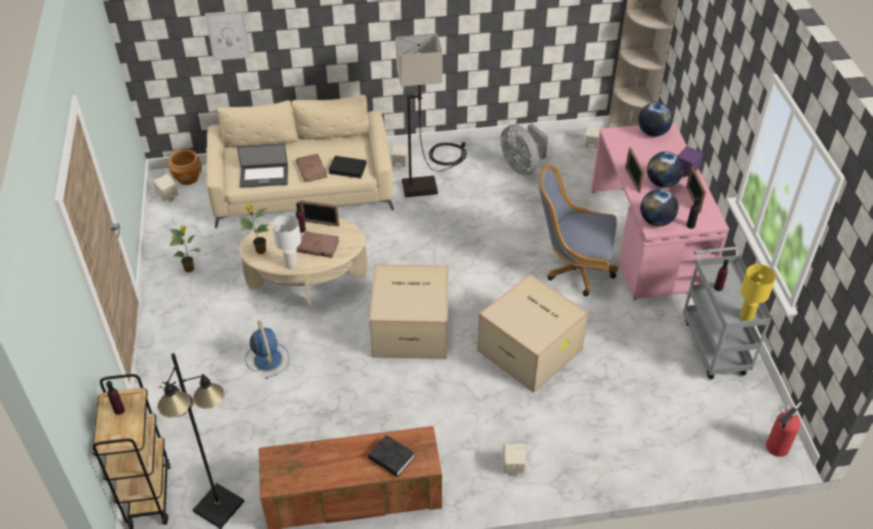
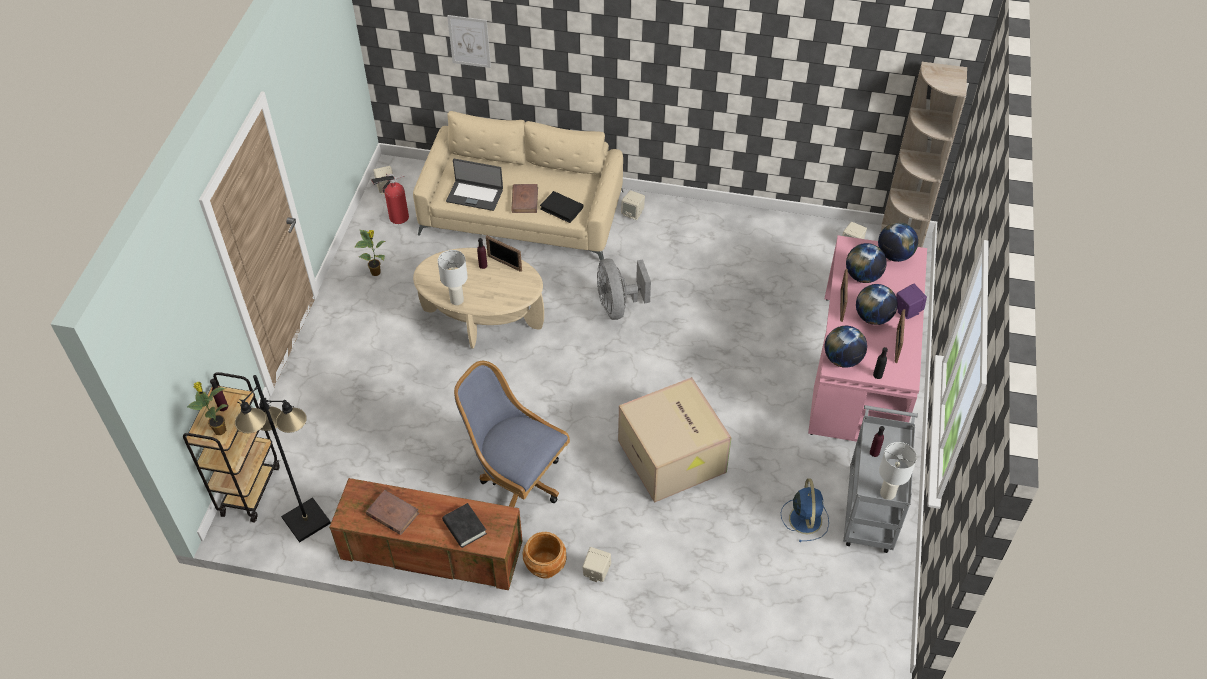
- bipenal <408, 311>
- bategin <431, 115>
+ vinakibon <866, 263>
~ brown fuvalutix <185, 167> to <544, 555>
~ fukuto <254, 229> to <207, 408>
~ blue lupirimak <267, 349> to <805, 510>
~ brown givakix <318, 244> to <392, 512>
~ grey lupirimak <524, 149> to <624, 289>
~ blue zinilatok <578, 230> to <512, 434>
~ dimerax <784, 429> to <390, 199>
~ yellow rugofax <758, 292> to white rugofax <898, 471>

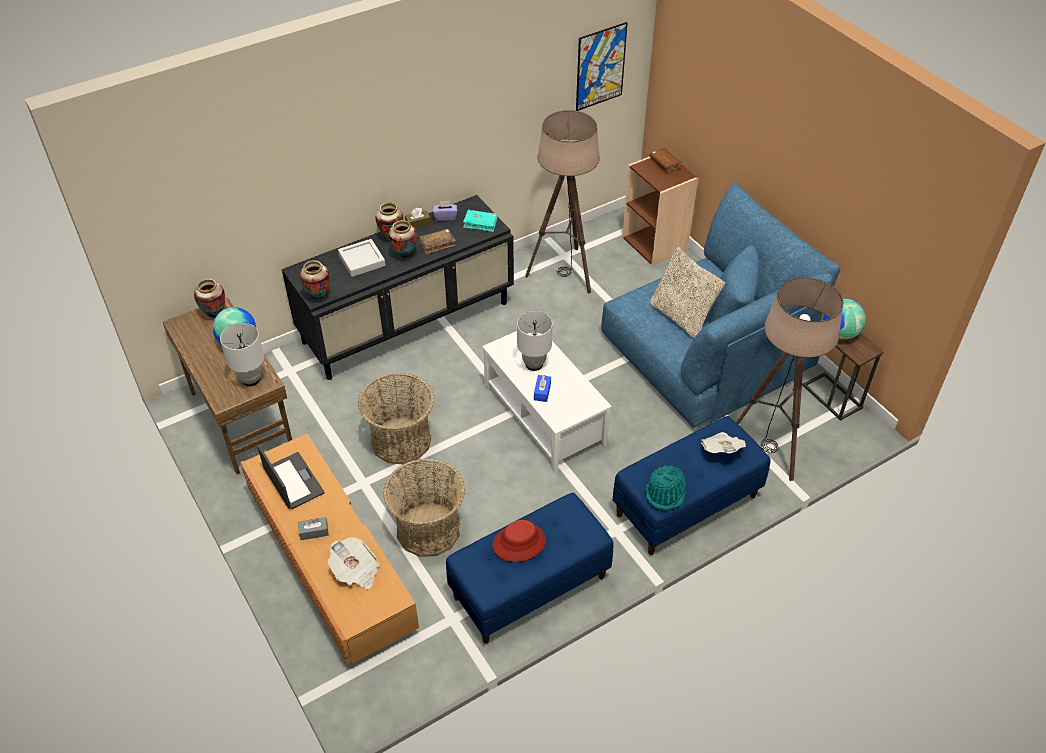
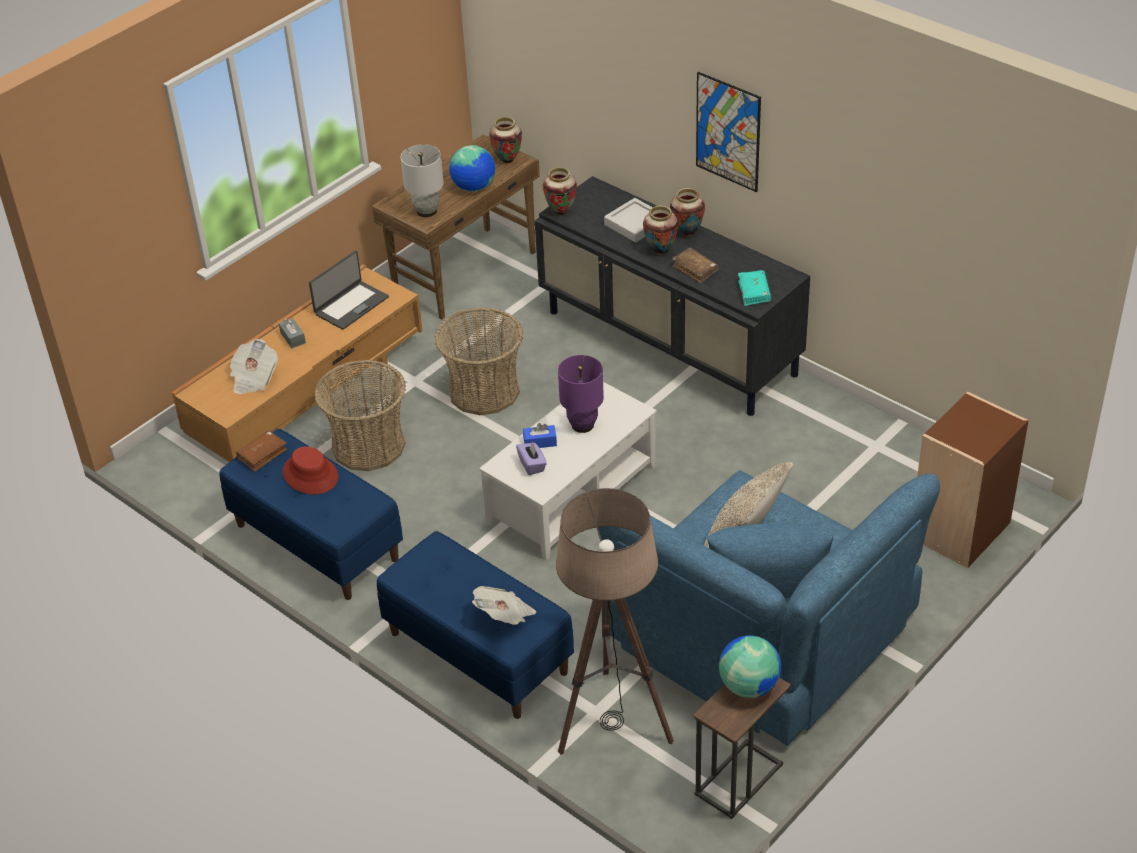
- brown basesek <418, 218>
- bategin <562, 202>
- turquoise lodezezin <666, 488>
~ purple basesek <445, 211> to <531, 458>
~ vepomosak <601, 66> to <728, 132>
~ brown givakix <665, 160> to <261, 451>
~ white rugofax <534, 341> to purple rugofax <581, 394>

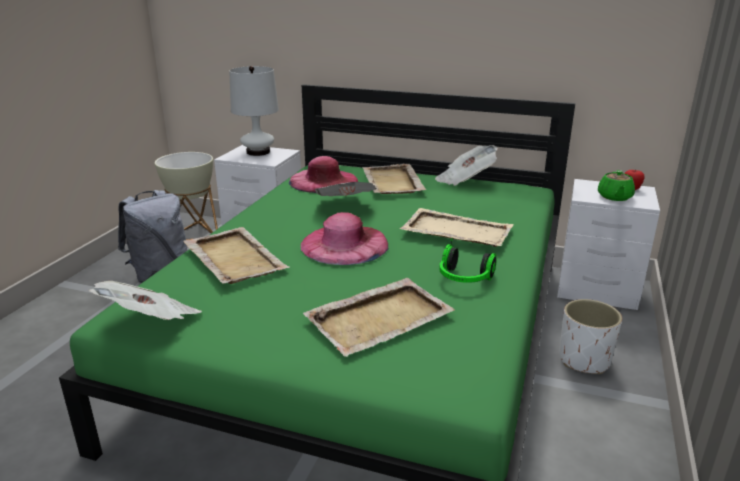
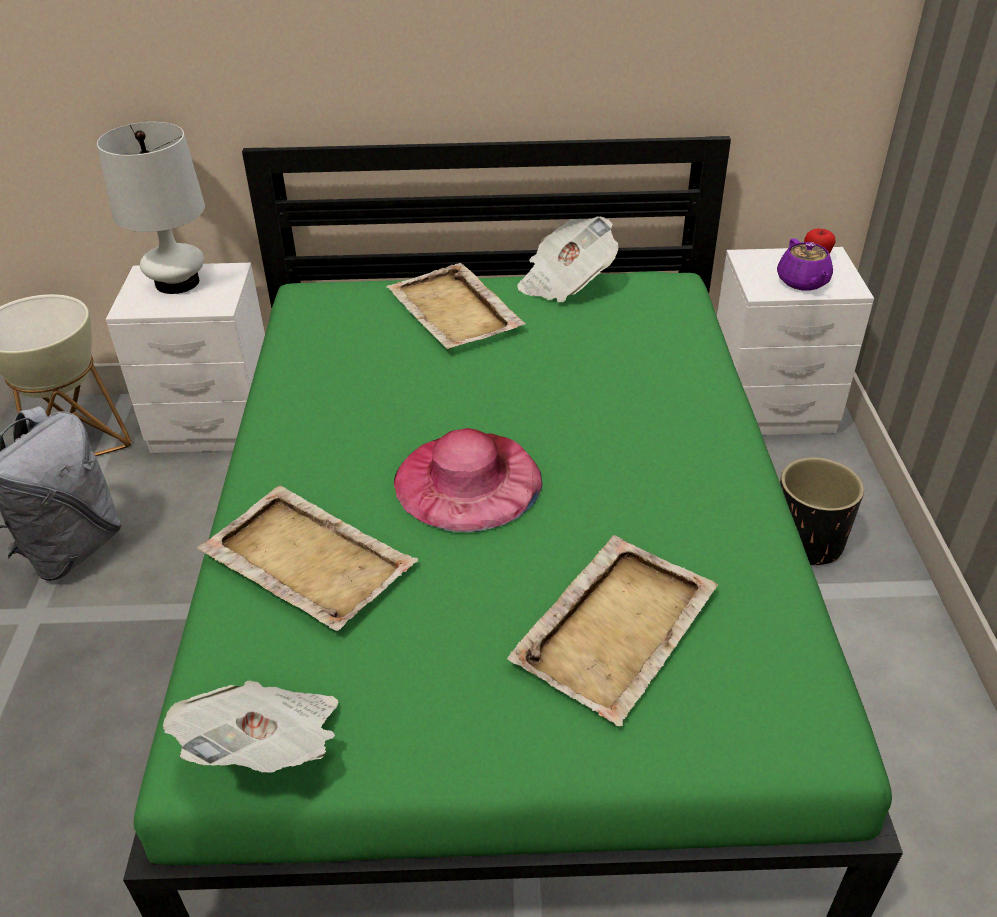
- pink lodezezin <323, 174>
- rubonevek <346, 189>
- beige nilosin <457, 227>
- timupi <468, 260>
~ white fuvalutix <590, 336> to black fuvalutix <822, 511>
~ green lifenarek <616, 185> to purple lifenarek <805, 264>

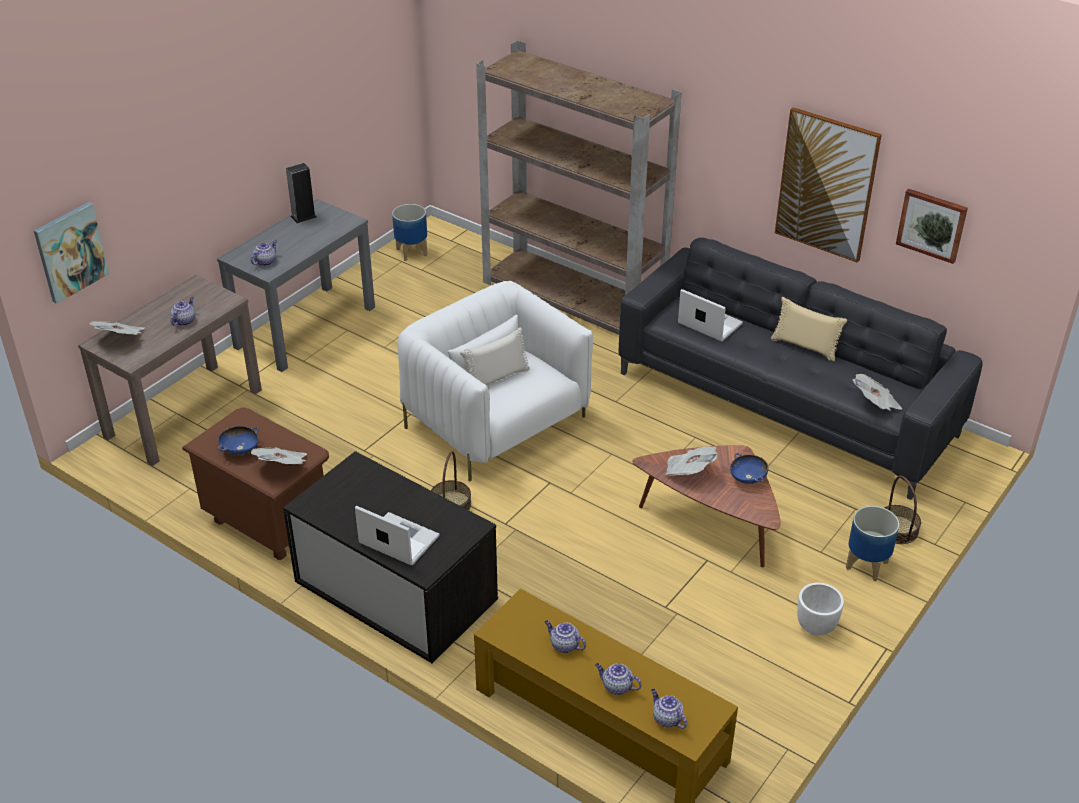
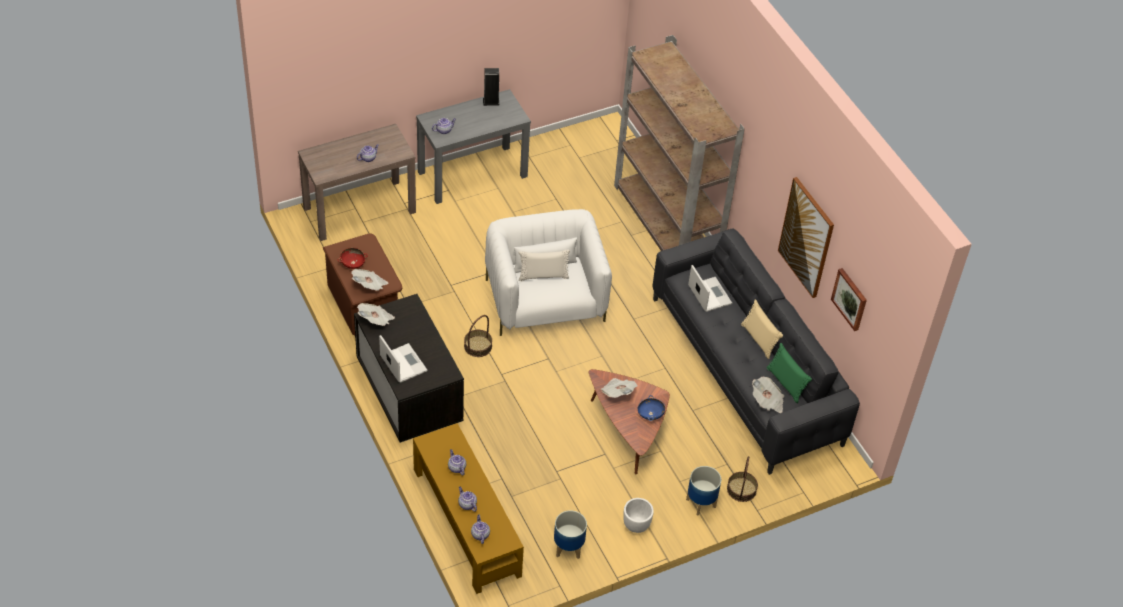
- vepomosak <71, 253>
+ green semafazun <789, 373>
~ rubonevek <117, 328> to <376, 314>
~ fuvalutix <409, 232> to <570, 534>
~ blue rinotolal <238, 440> to red rinotolal <352, 258>

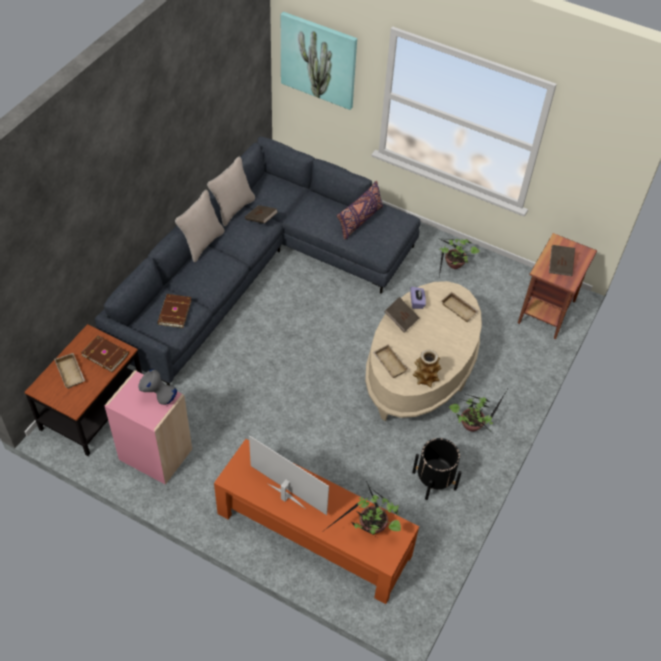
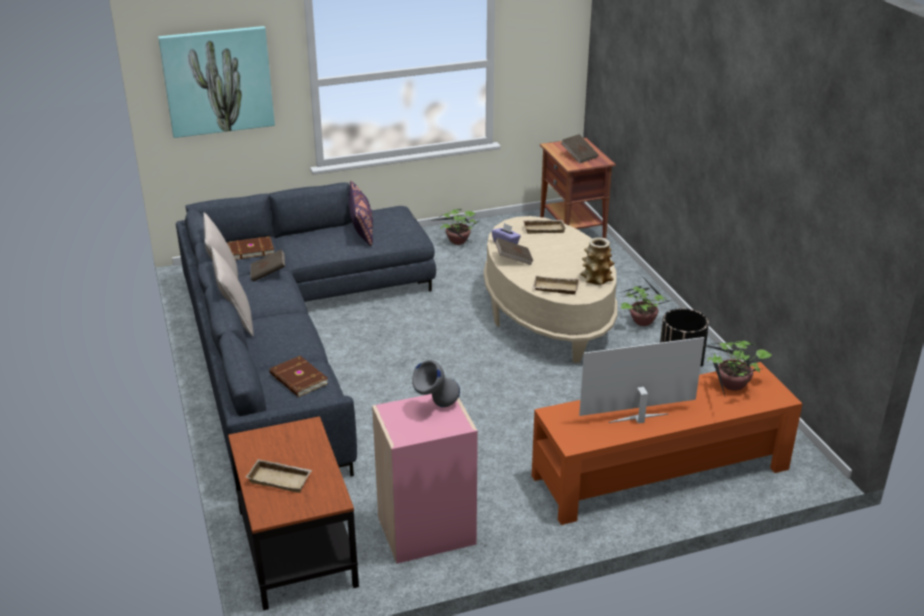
~ brown givakix <105, 353> to <250, 248>

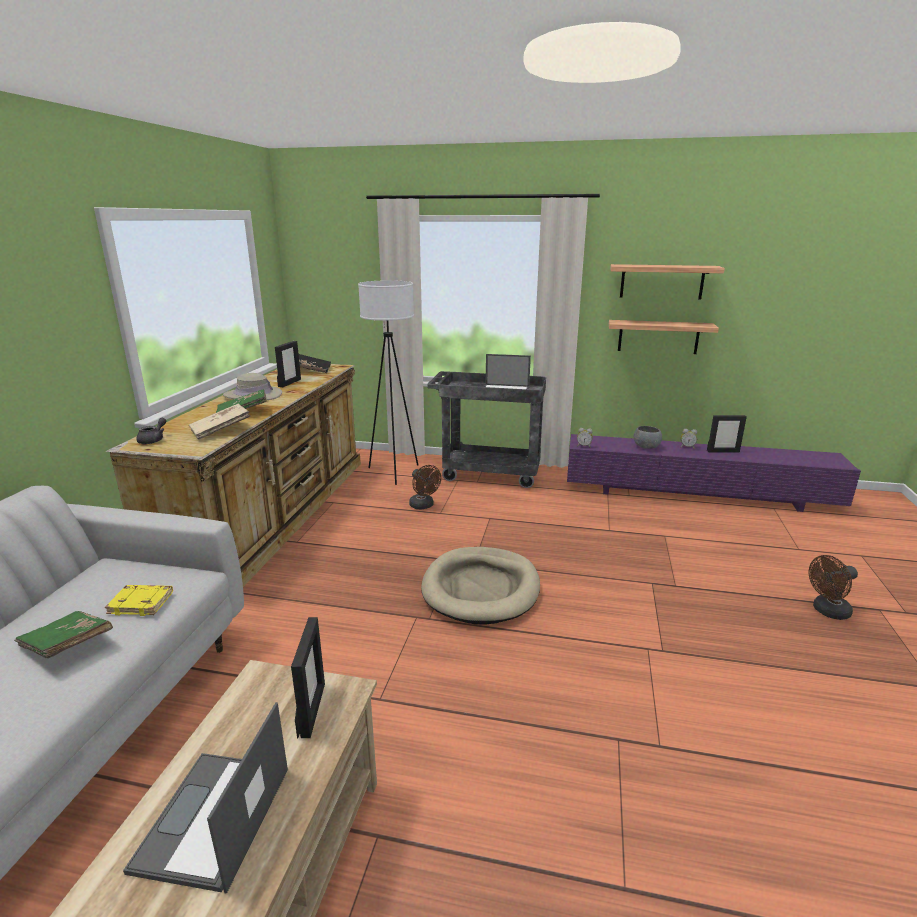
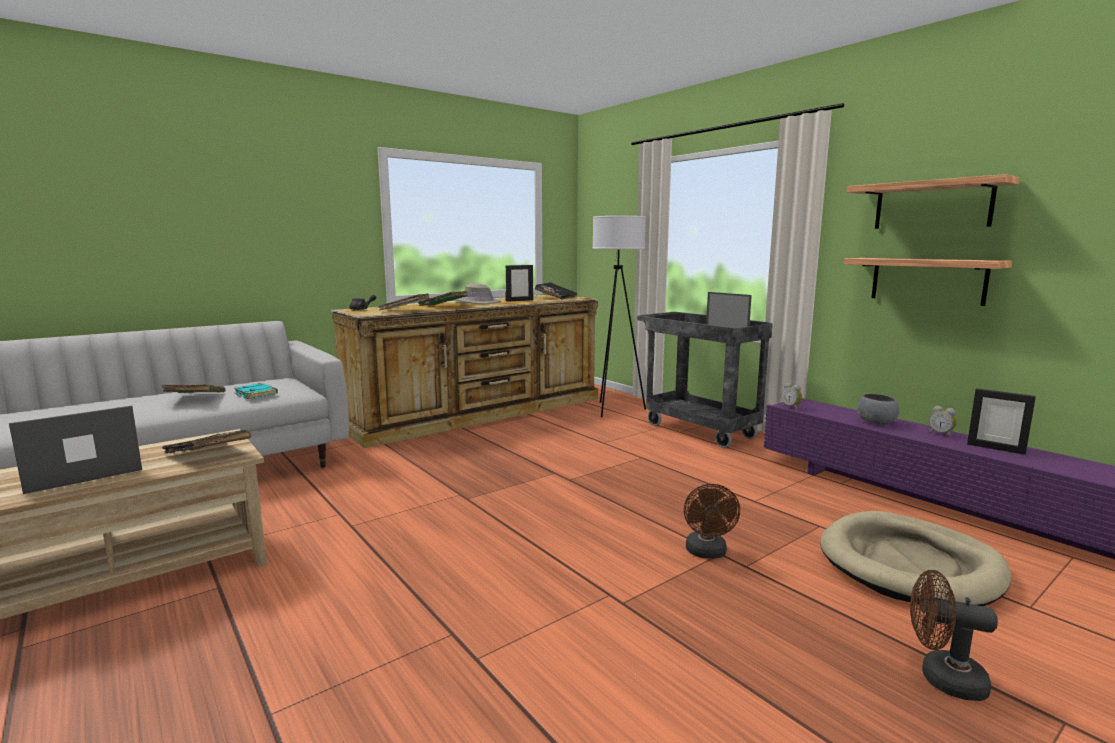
~ brown lupirimak <425, 487> to <712, 521>
~ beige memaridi <480, 586> to <915, 558>
~ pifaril <308, 677> to black givakix <206, 441>
~ yellow givakix <139, 600> to turquoise givakix <256, 391>

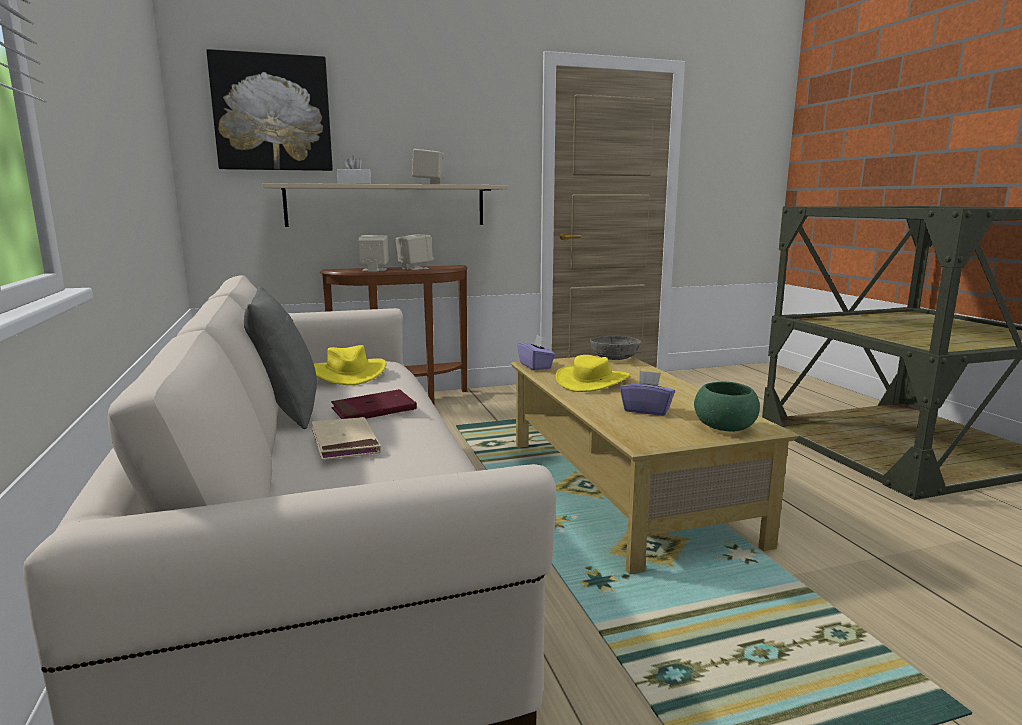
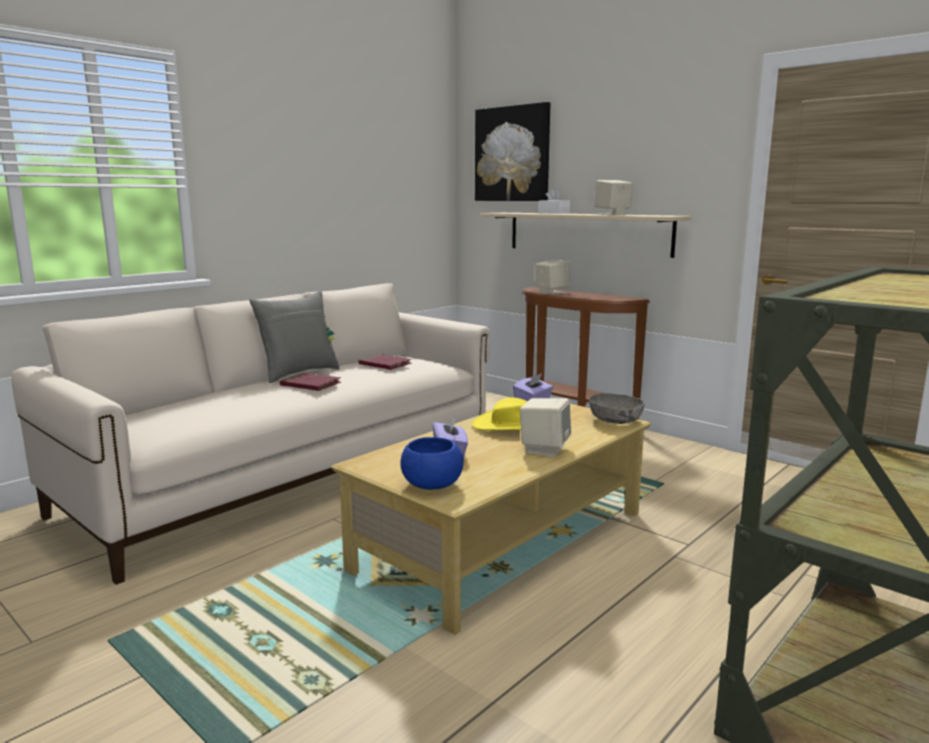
- beige givakix <346, 438>
~ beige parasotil <414, 252> to <545, 427>
~ yellow lodezezin <350, 365> to red givakix <385, 362>
~ green rinotolal <727, 407> to blue rinotolal <431, 463>

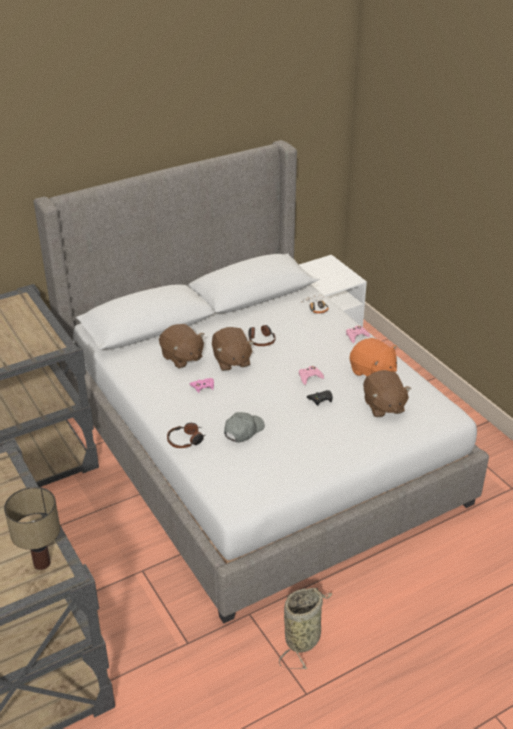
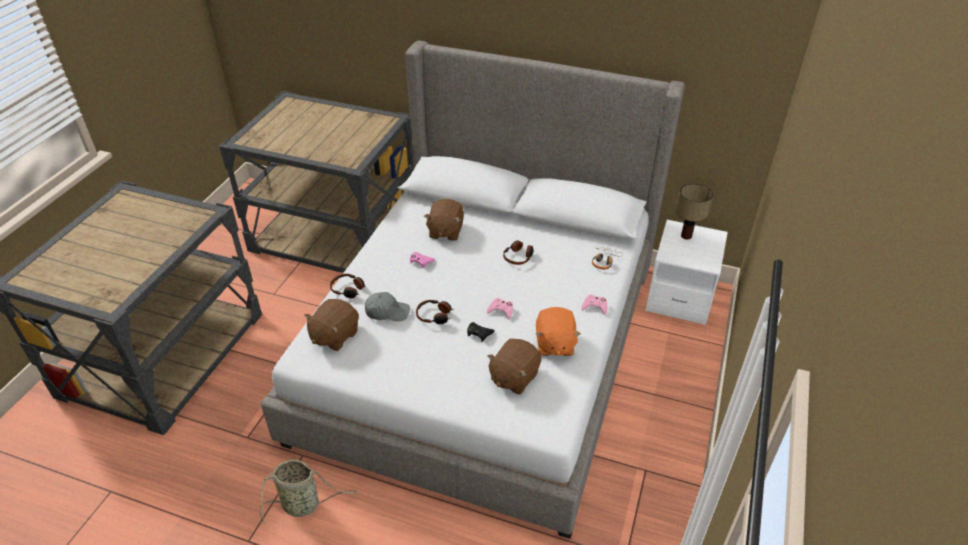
+ timupi <435, 312>
~ rugofax <32, 528> to <694, 211>
~ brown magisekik <233, 349> to <331, 325>

